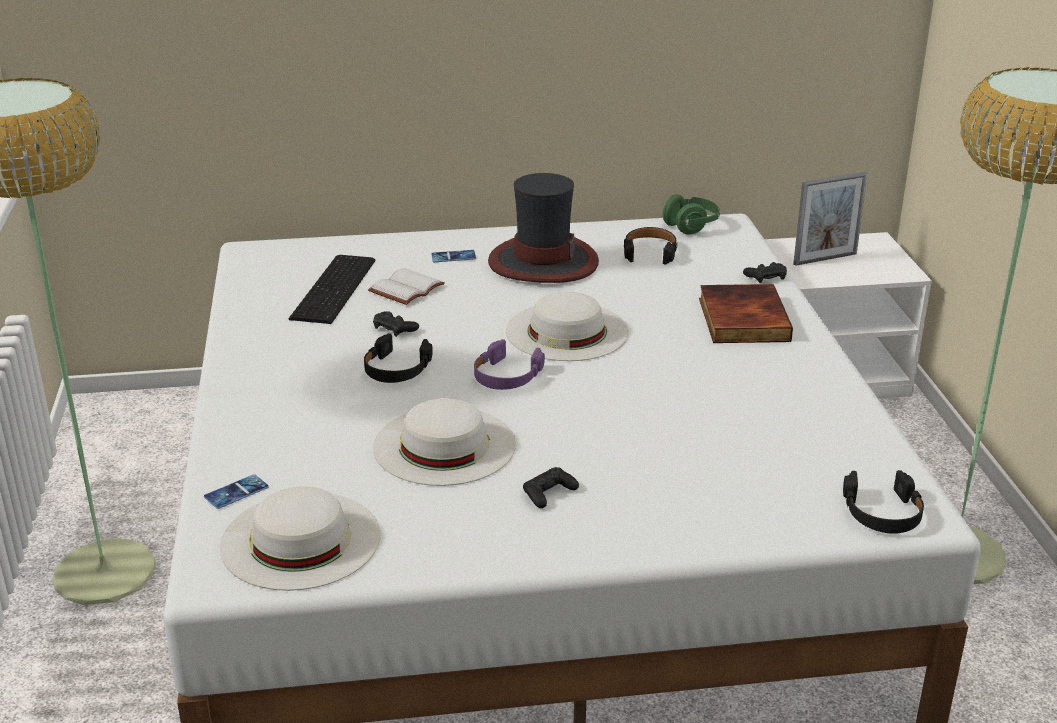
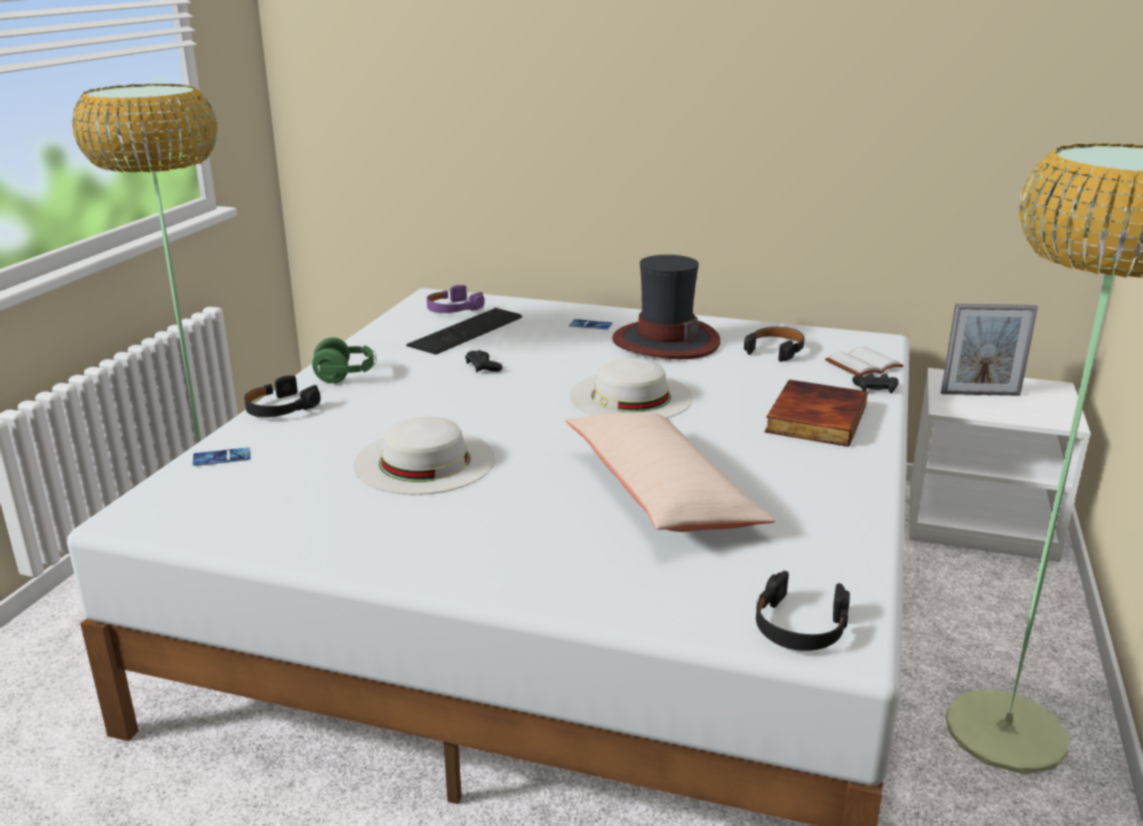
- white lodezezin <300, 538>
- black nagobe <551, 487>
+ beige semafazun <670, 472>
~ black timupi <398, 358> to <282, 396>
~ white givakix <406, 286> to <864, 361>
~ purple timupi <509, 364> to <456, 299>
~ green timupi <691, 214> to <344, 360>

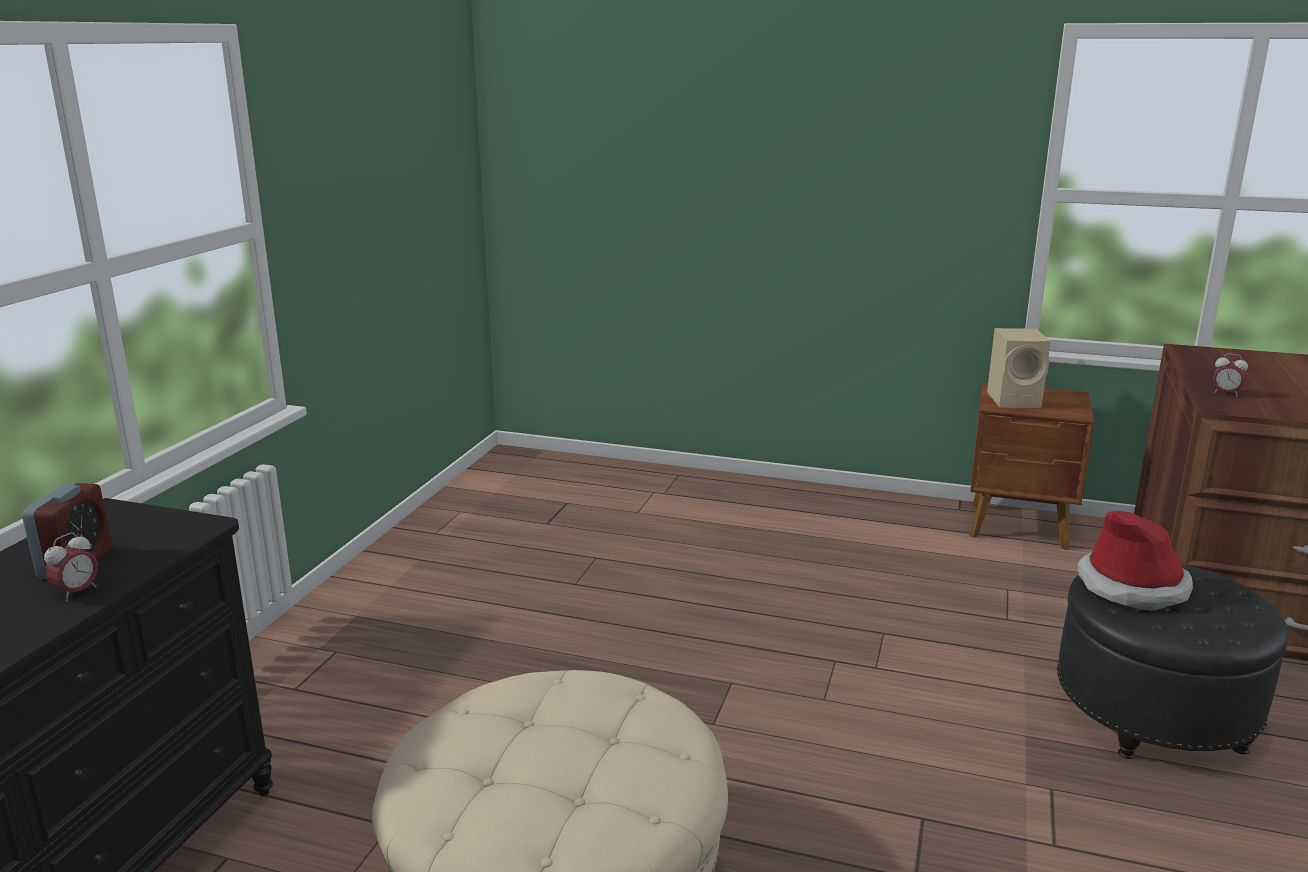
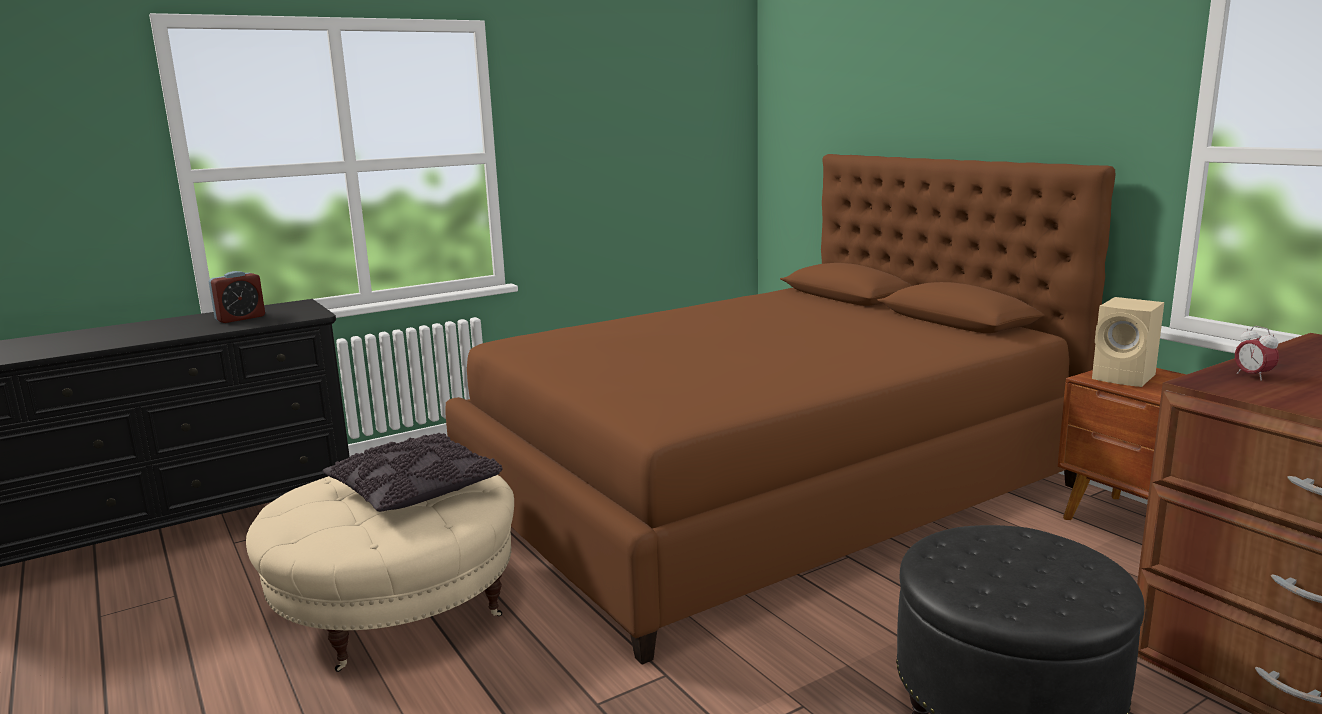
- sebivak <71, 566>
- lodezezin <1135, 561>
+ black semafazun <413, 472>
+ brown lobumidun <780, 409>

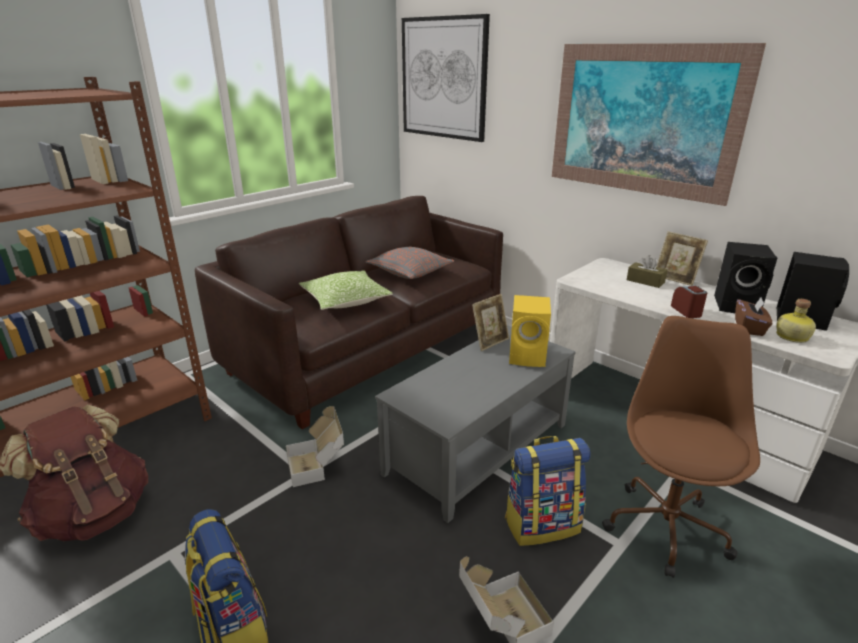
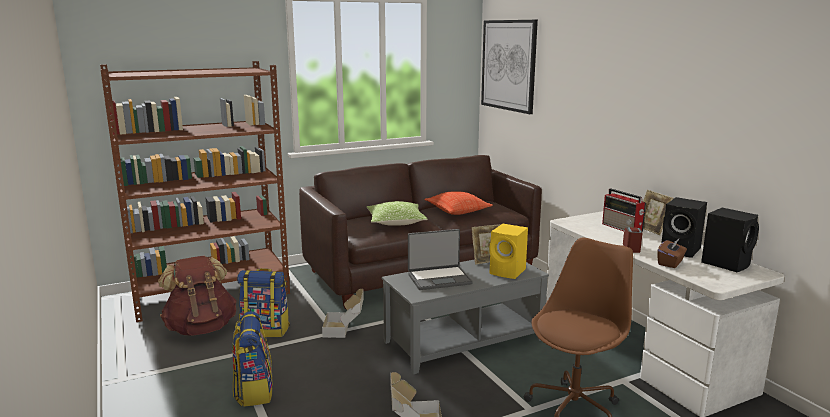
- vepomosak <659, 124>
- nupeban <796, 321>
+ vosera <440, 259>
~ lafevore <547, 491> to <263, 302>
~ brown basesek <647, 271> to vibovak <624, 210>
~ grey semafazun <410, 262> to orange semafazun <458, 203>

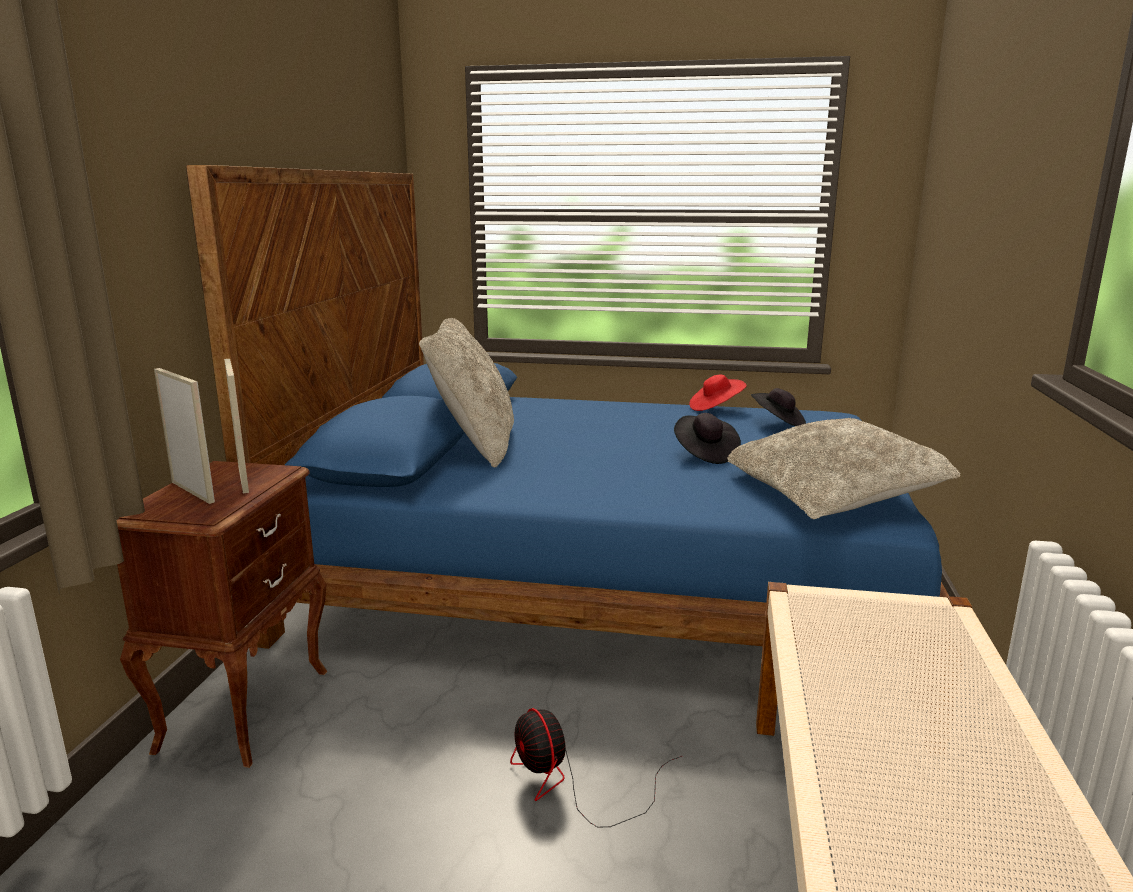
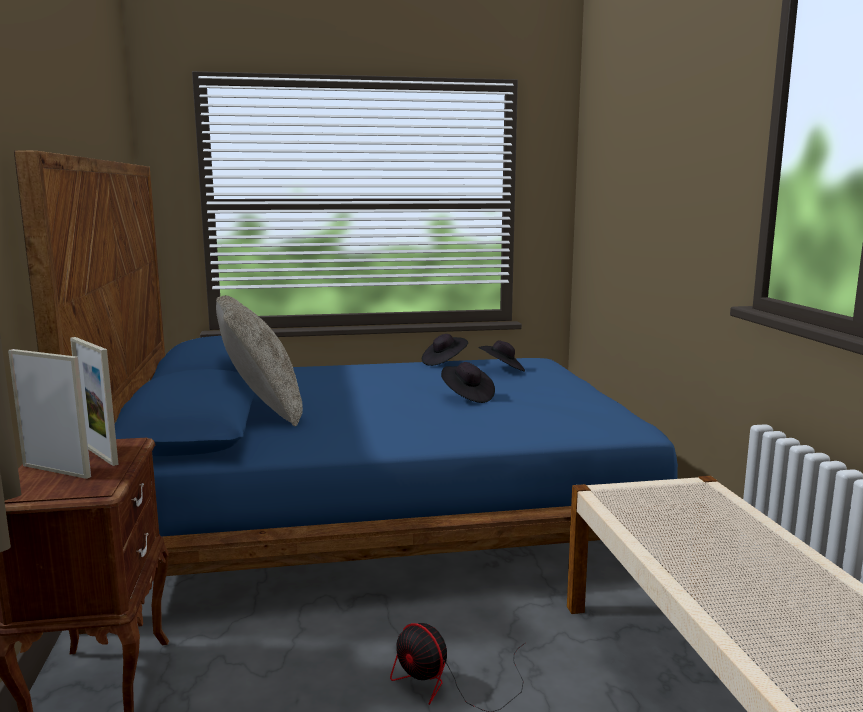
- beige semafazun <843, 468>
~ red lodezezin <718, 393> to black lodezezin <445, 350>

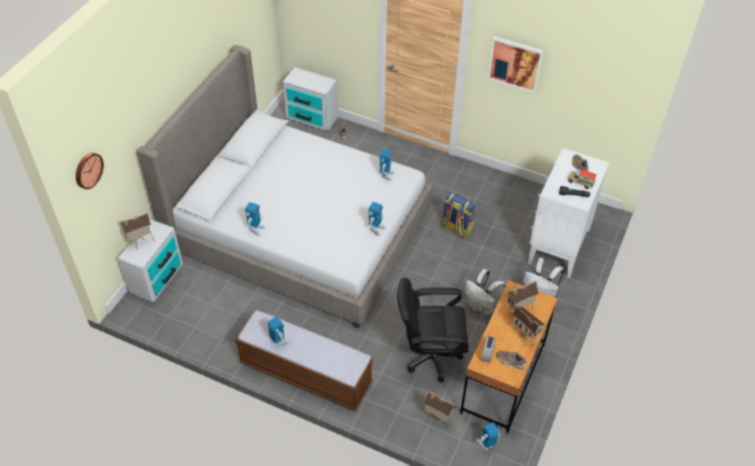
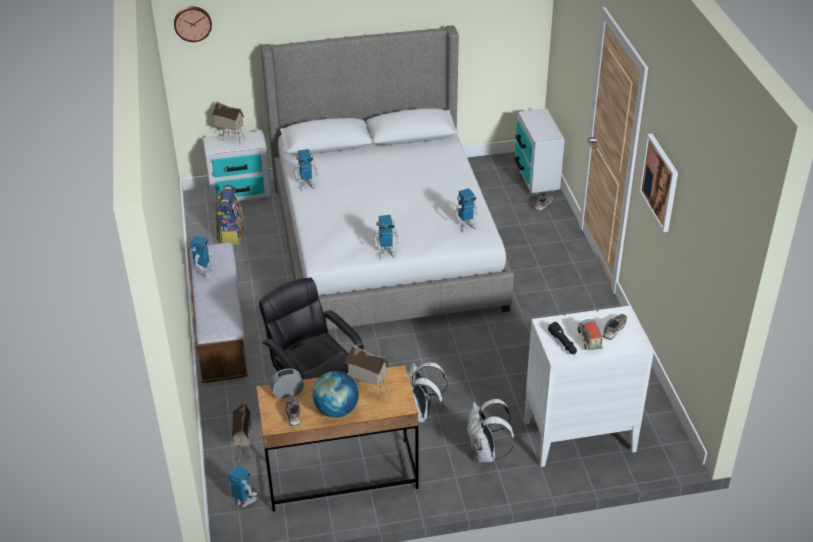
~ lafevore <458, 214> to <230, 214>
~ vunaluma <527, 326> to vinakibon <335, 394>

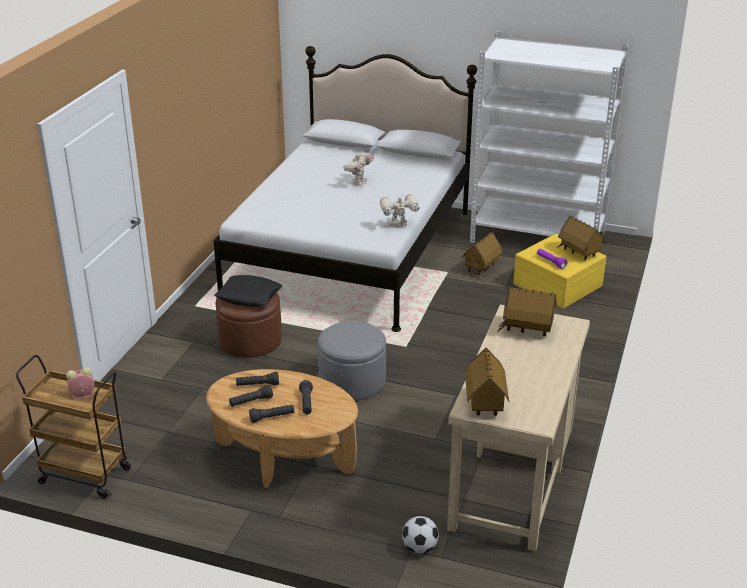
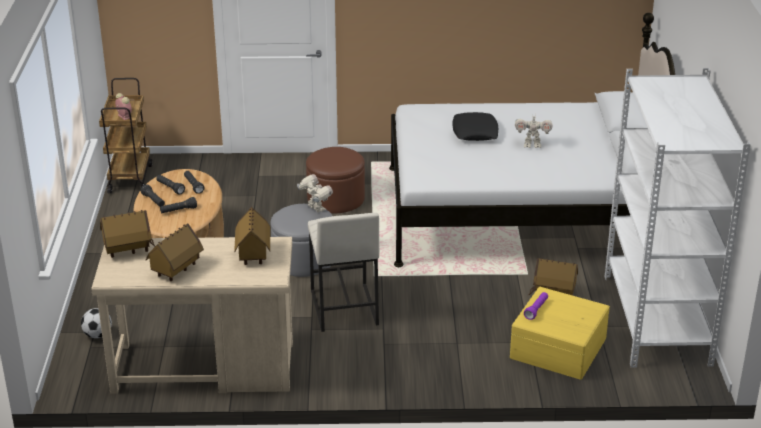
+ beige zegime <343, 272>
~ black semafazun <248, 291> to <475, 126>
~ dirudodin <400, 211> to <315, 193>
~ vunaluma <581, 238> to <175, 252>

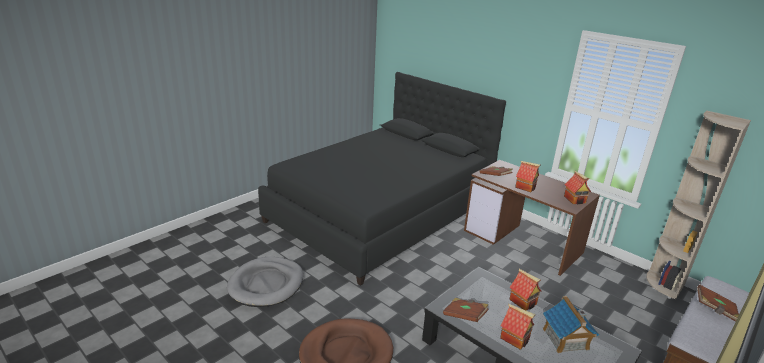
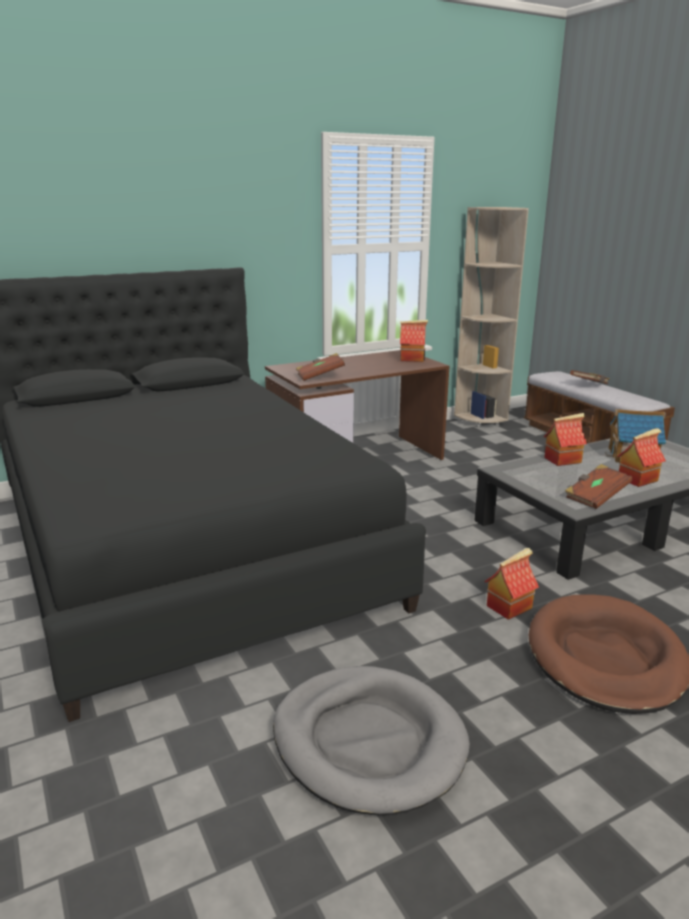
~ vunaluma <527, 176> to <511, 584>

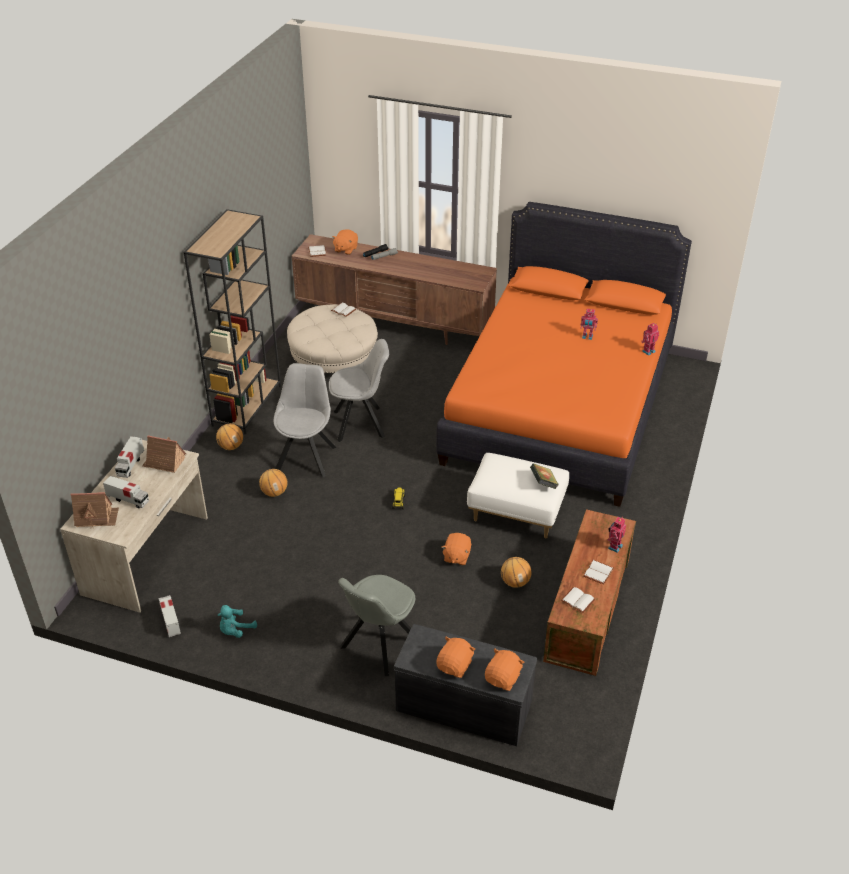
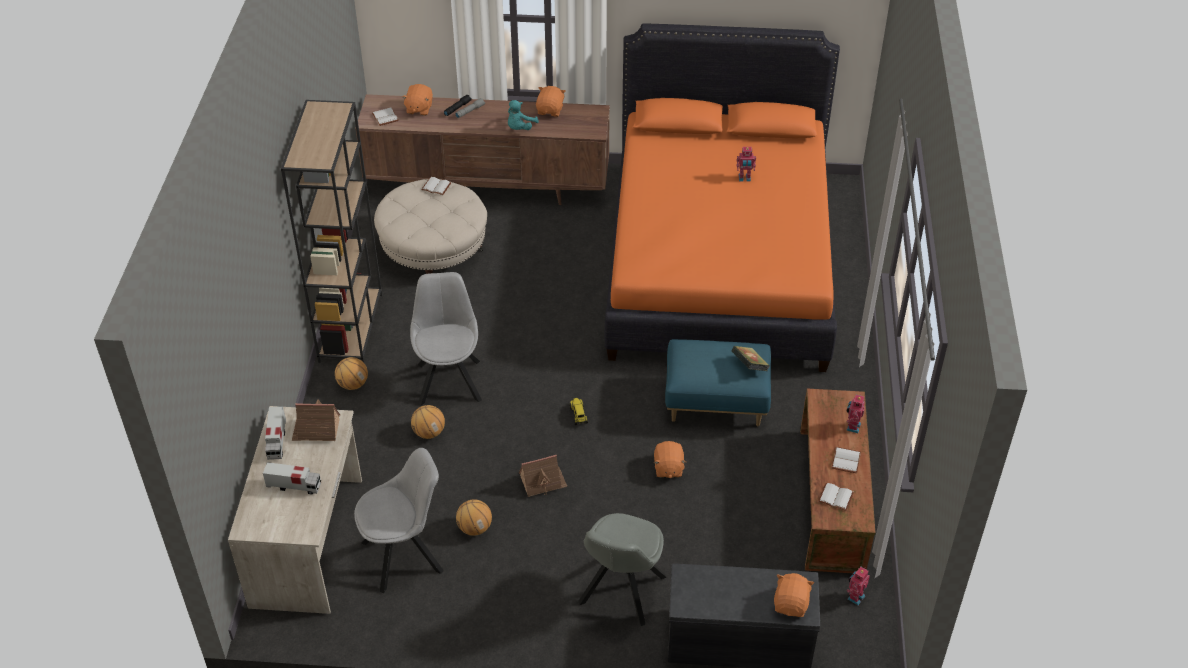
- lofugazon <169, 616>
~ vunaluma <94, 509> to <543, 476>
~ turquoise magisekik <237, 621> to <523, 115>
~ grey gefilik <359, 390> to <399, 520>
~ orange magisekik <455, 657> to <551, 101>
~ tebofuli <516, 572> to <474, 517>
~ dirudodin <650, 339> to <858, 586>
~ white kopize <518, 495> to blue kopize <718, 382>

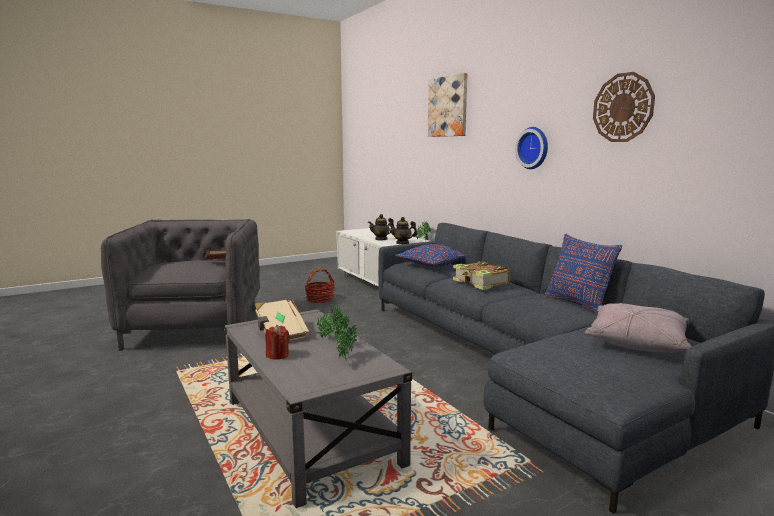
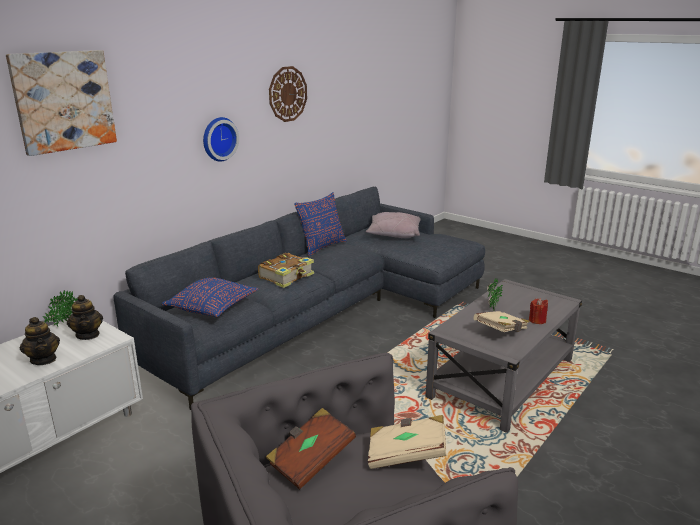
- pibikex <320, 285>
- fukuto <345, 338>
+ beige givakix <407, 442>

